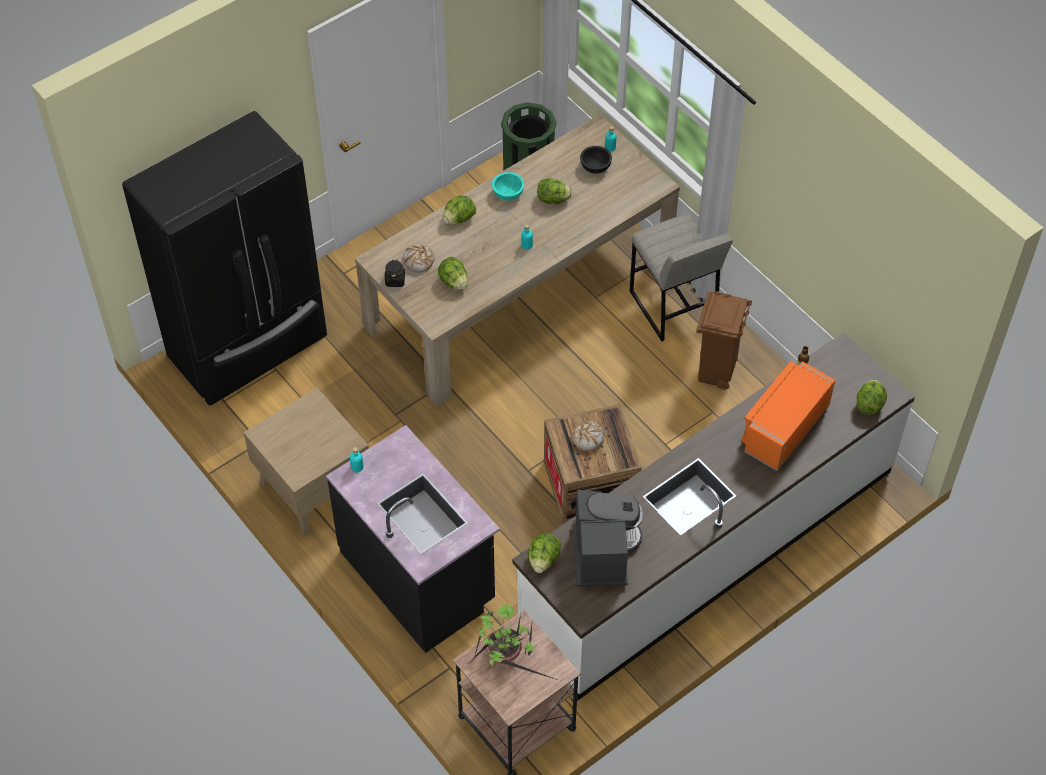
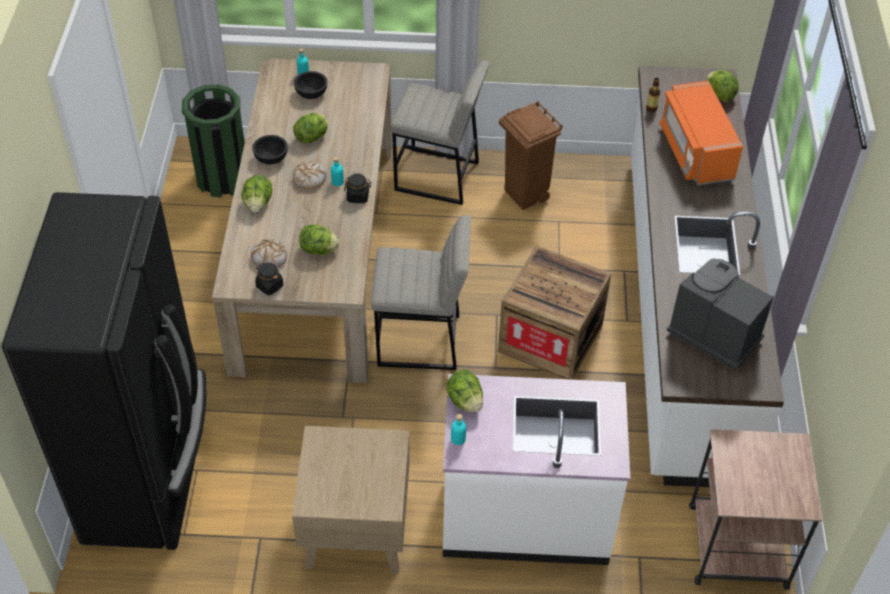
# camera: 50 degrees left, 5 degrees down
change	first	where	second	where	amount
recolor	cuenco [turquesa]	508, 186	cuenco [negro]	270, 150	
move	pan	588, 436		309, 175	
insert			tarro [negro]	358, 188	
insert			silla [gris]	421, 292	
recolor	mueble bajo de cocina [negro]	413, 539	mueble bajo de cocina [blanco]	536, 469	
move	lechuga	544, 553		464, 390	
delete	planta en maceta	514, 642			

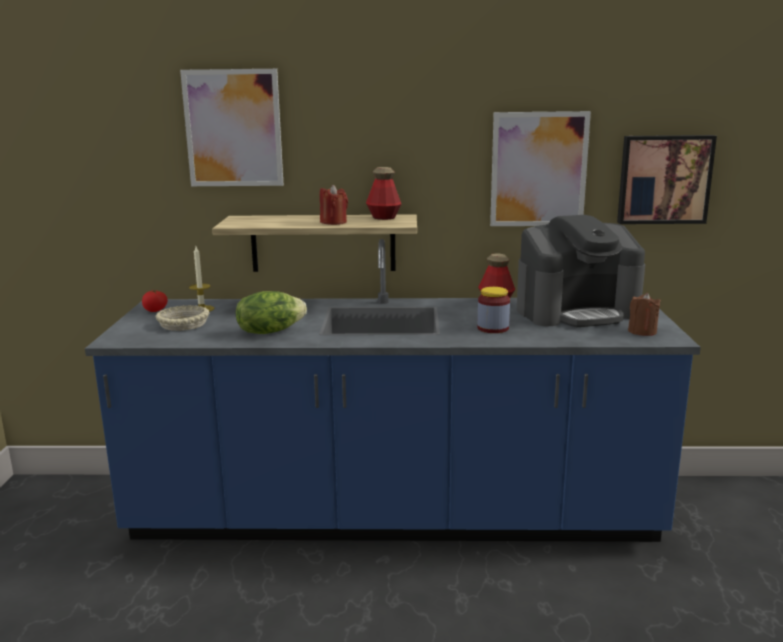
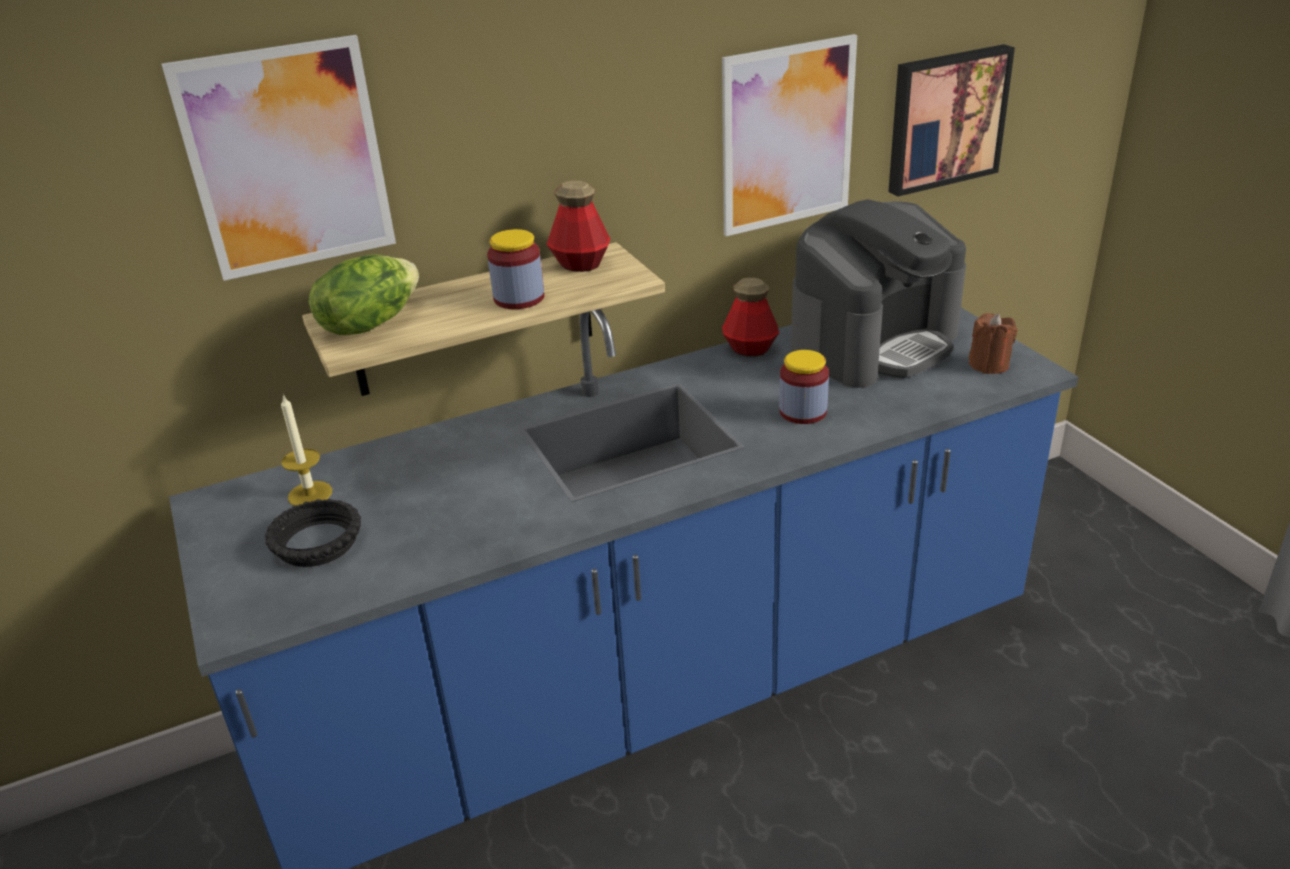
# camera: 25 degrees left, 15 degrees up
change	first	where	second	where	amount
recolor	cuenco [beis]	182, 318	cuenco [negro]	313, 533	
move	lechuga	271, 312		364, 294	
replace	vela [rojo]	334, 205	tarro	515, 269	
delete	tomate	155, 301			

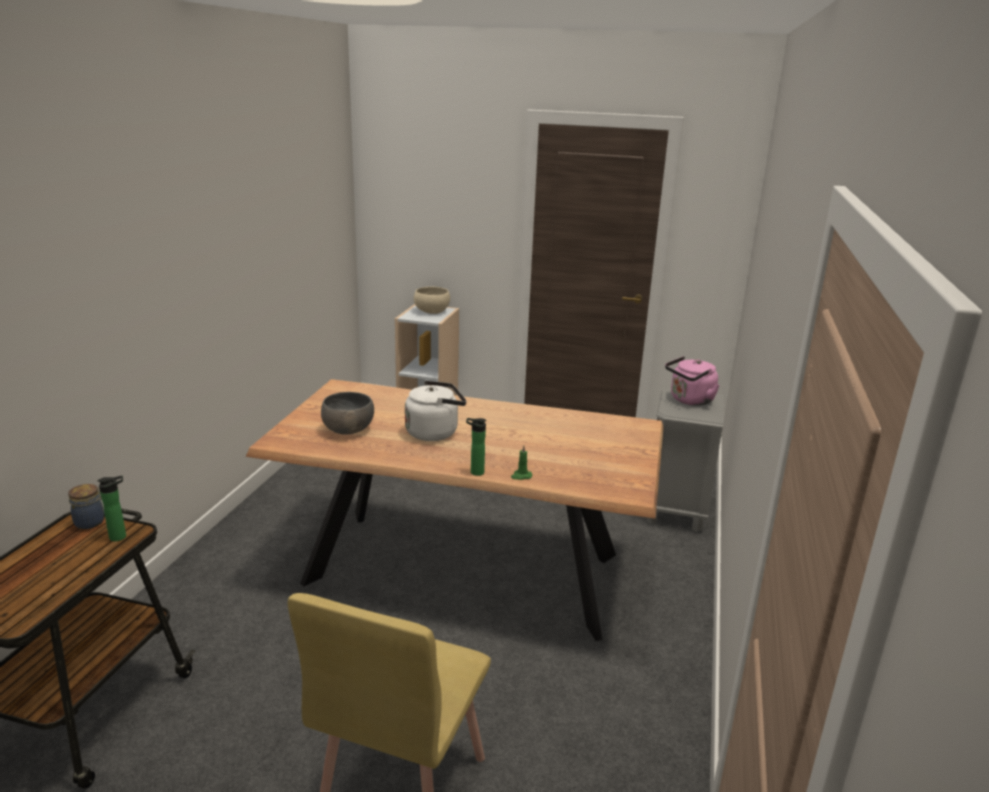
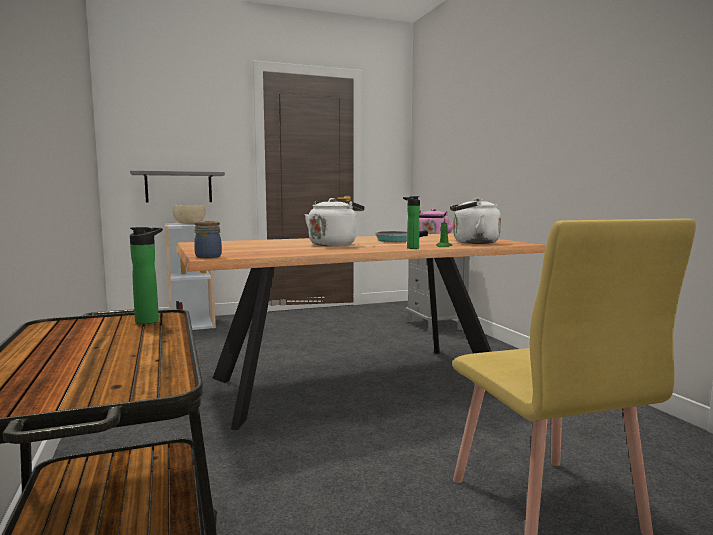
# camera: 35 degrees left, 15 degrees down
change	first	where	second	where	amount
insert			estante [gris]	177, 186	
move	tarro	86, 506		208, 239	
insert			sartén	401, 236	
insert			hervidor [blanco]	475, 221	
delete	cuenco [gris]	347, 413			

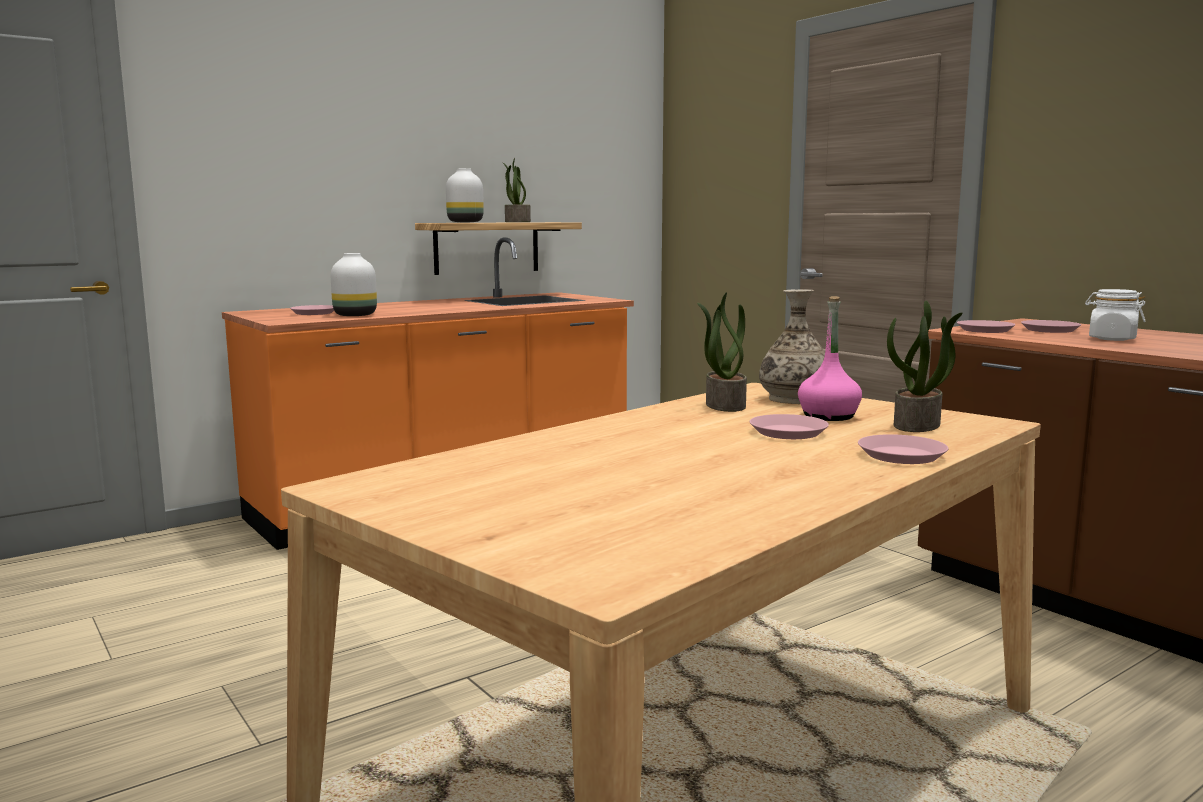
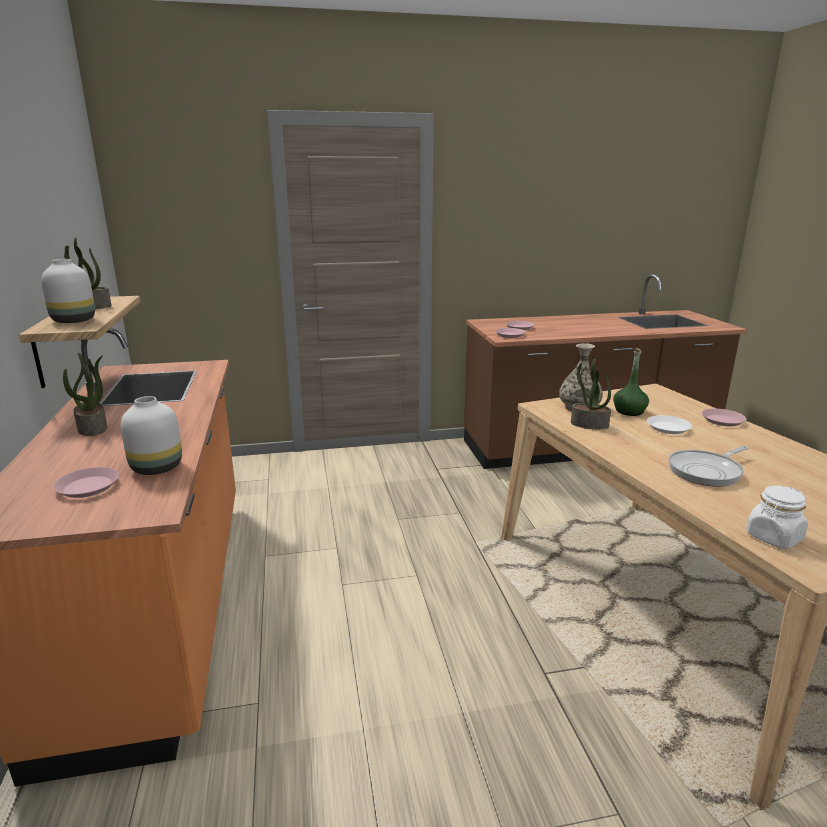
# camera: 65 degrees left, 10 degrees up
change	first	where	second	where	amount
move	planta en maceta	925, 366		85, 394	
recolor	botella [rosa]	830, 358	botella [verde]	631, 382	
recolor	plato [rosa]	789, 426	plato [blanco]	669, 424	
insert			sartén	709, 466	
move	tarro [blanco]	1115, 315		777, 517	

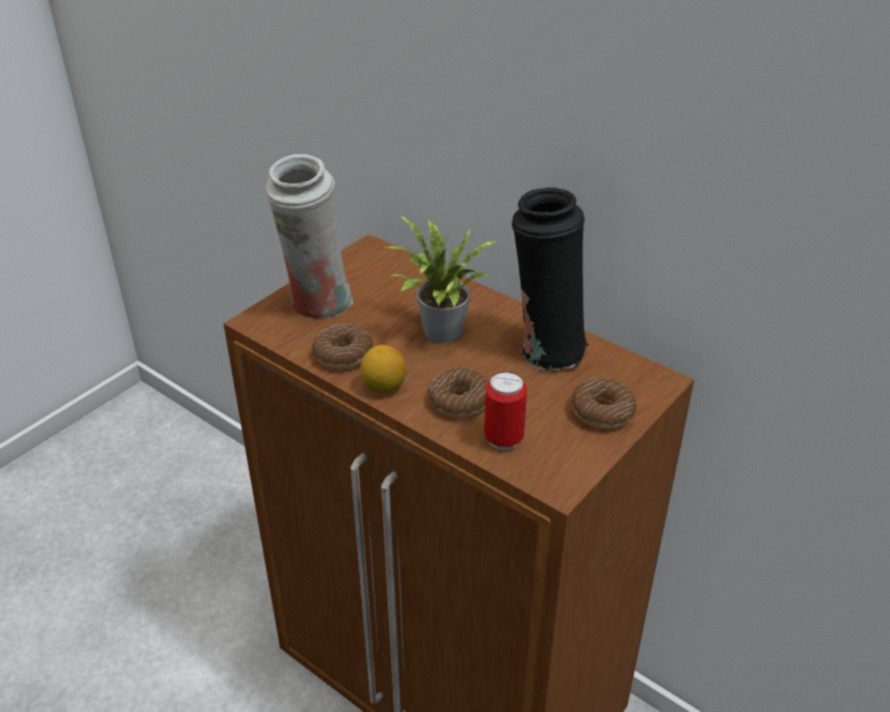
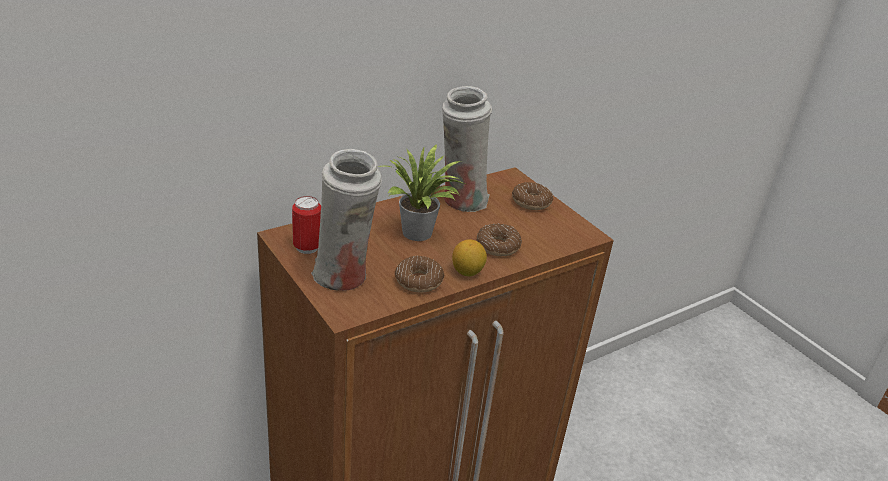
# camera: 75 degrees left, 5 degrees down
change	first	where	second	where	amount
move	lata	505, 410		306, 225	
recolor	florero [negro]	550, 280	florero [blanco]	467, 149	

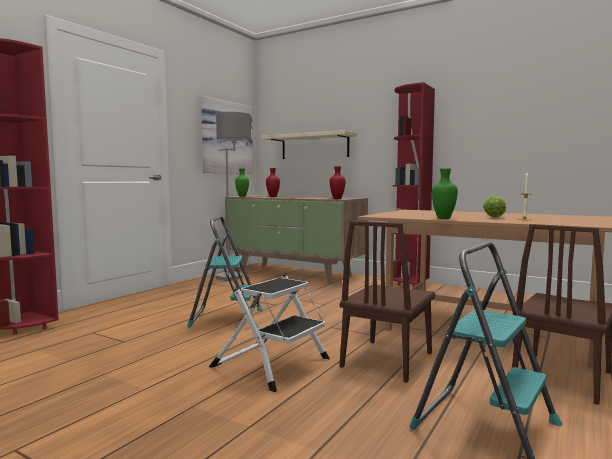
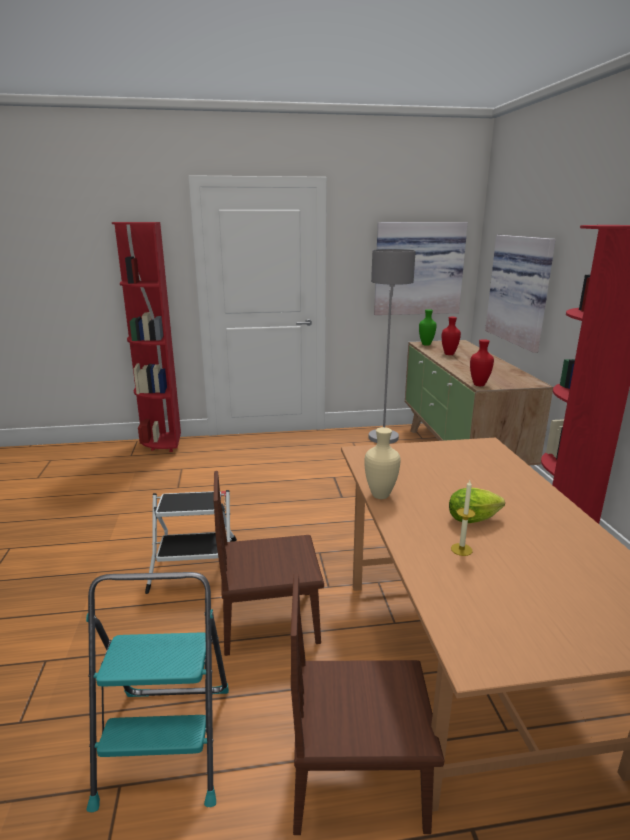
# camera: 50 degrees right, 15 degrees up
change	first	where	second	where	amount
recolor	florero [verde]	445, 193	florero [beis]	382, 463	
replace	estante [beis]	309, 144	cuadro	520, 294	
delete	escalera de tijera [turquesa]	225, 272			

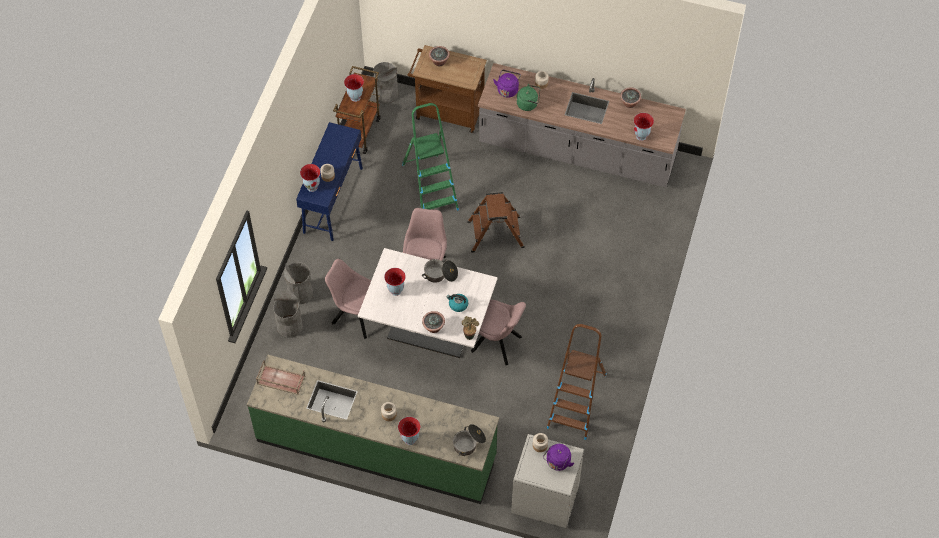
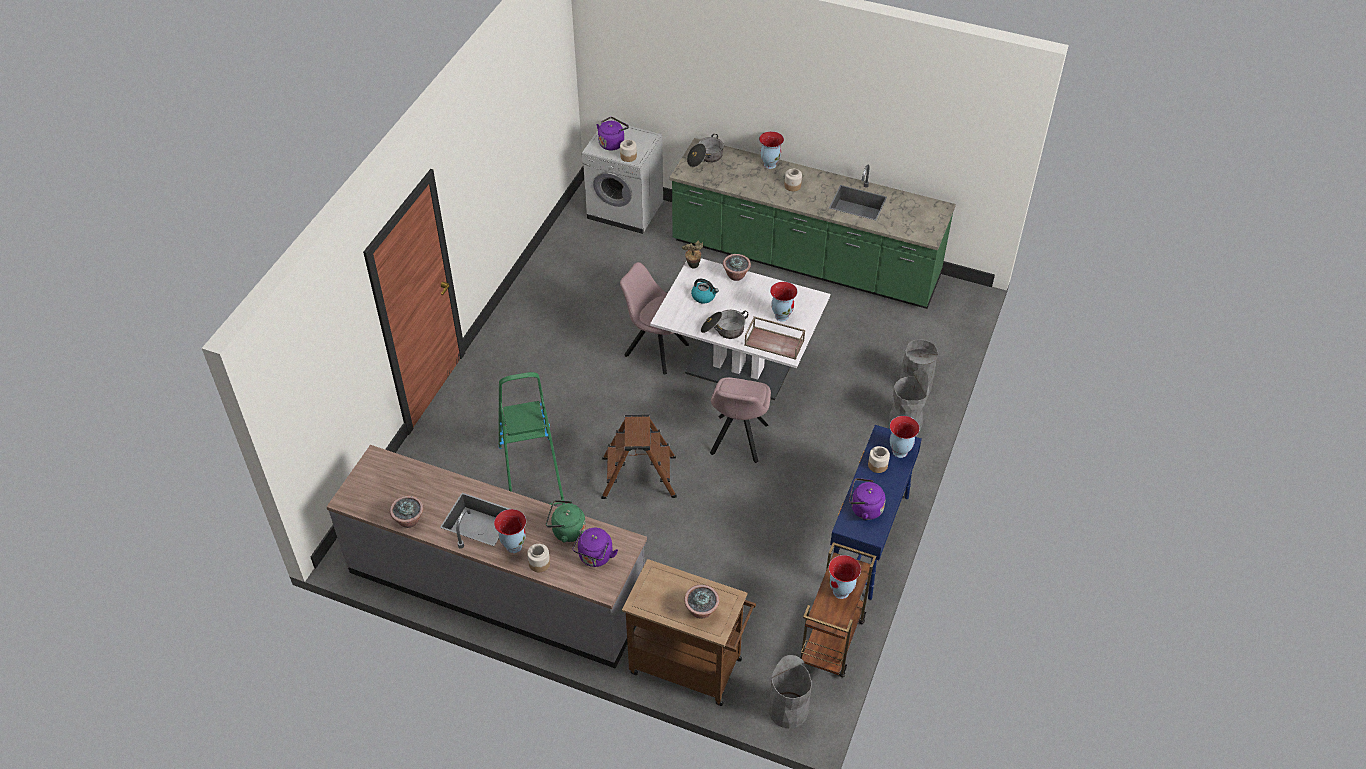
# camera: 175 degrees left, 10 degrees down
change	first	where	second	where	amount
move	florero	644, 127		510, 531	
move	escalera de tijera [verde]	430, 157		531, 438	
move	bandeja [marrón]	280, 377		774, 338	
insert			hervidor [morado]	867, 499	
delete	silla [rosa]	348, 299			
delete	escalera de tijera [marrón]	577, 382			

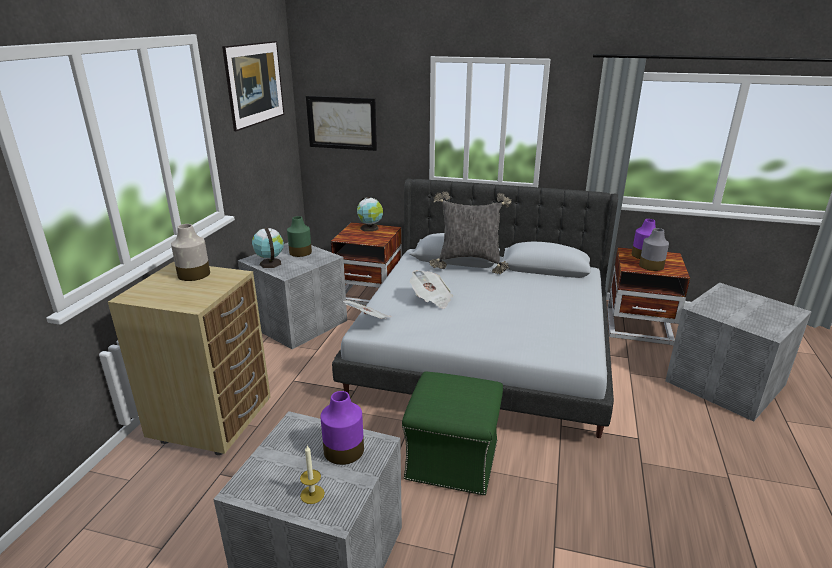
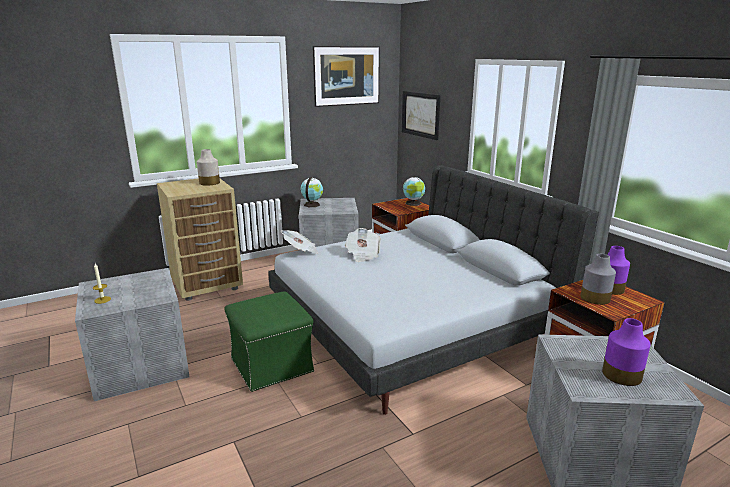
# camera: 45 degrees right, 5 degrees down
change	first	where	second	where	amount
move	florero [morado]	342, 428		626, 352	
delete	florero [verde]	299, 236			
delete	cojín	470, 232			

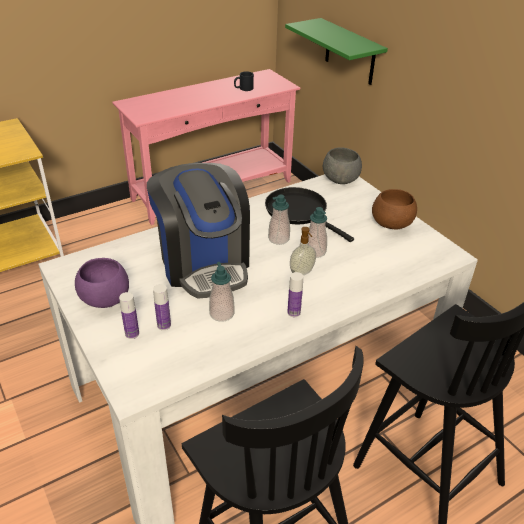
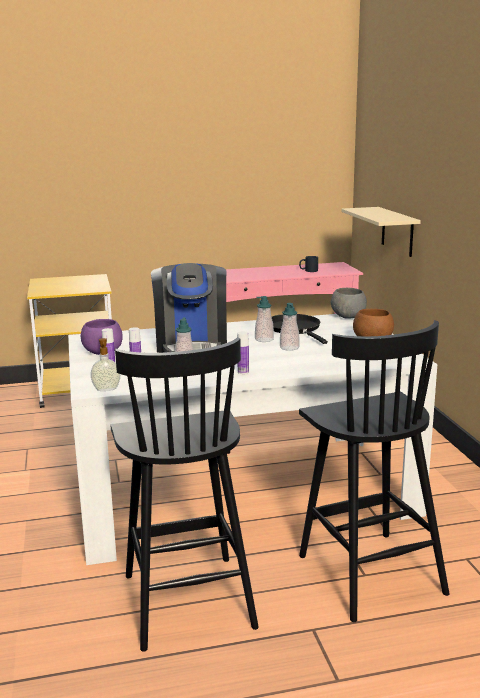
# camera: 20 degrees right, 20 degrees down
change	first	where	second	where	amount
move	dispensador de jabón	303, 251		105, 364	
recolor	estante [verde]	336, 51	estante [beis]	381, 232	

